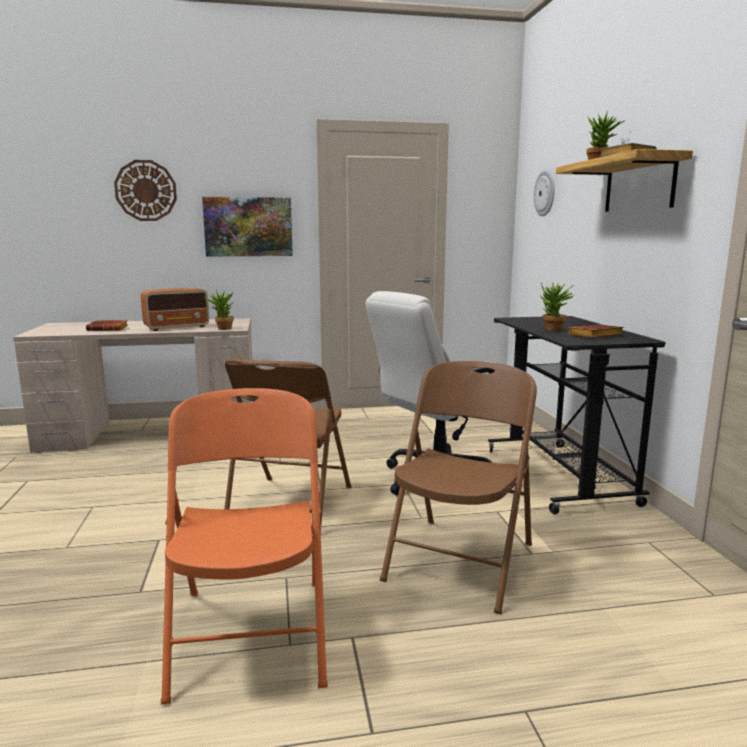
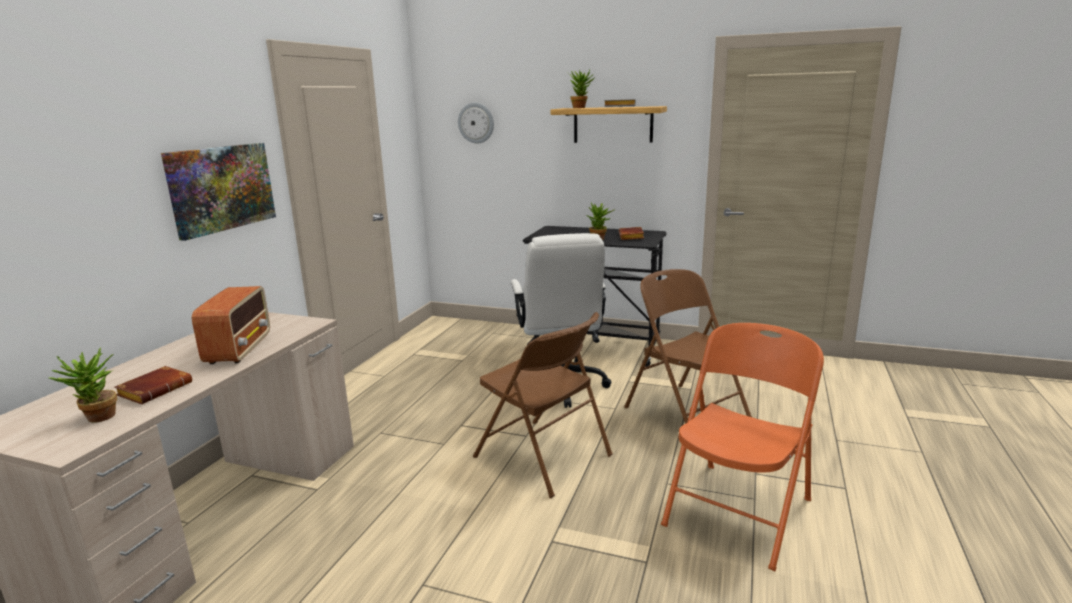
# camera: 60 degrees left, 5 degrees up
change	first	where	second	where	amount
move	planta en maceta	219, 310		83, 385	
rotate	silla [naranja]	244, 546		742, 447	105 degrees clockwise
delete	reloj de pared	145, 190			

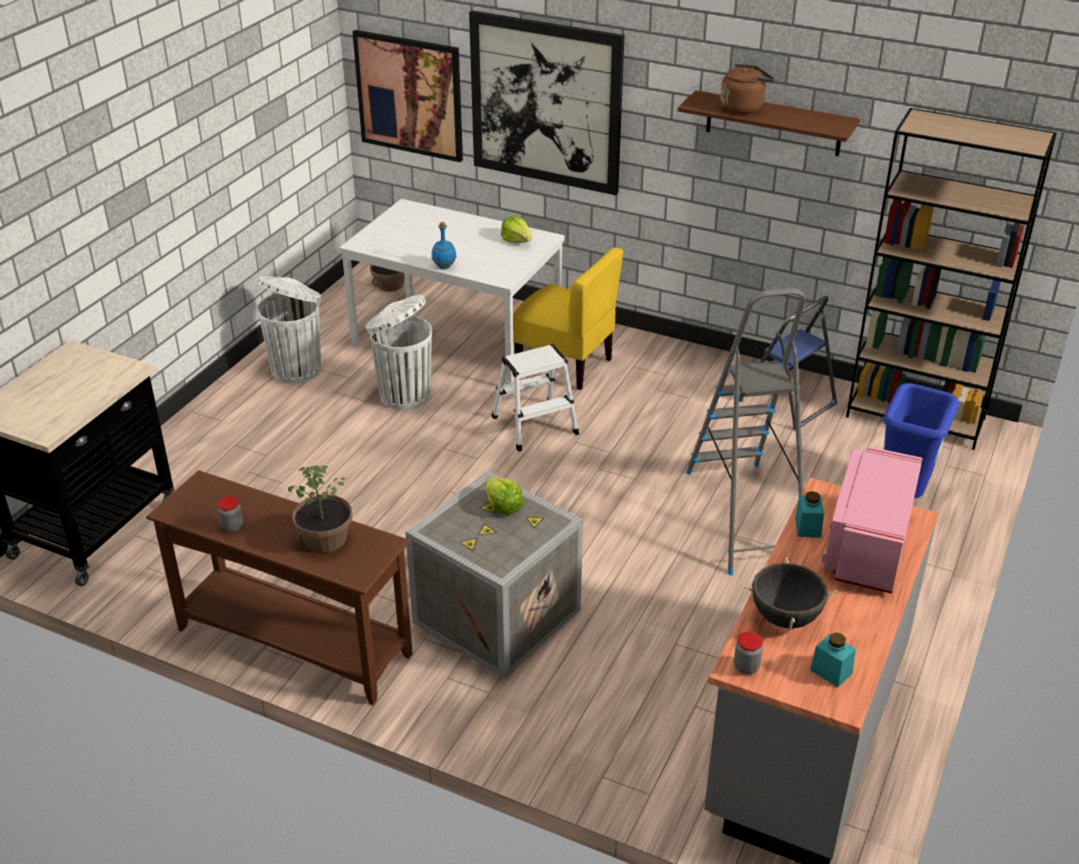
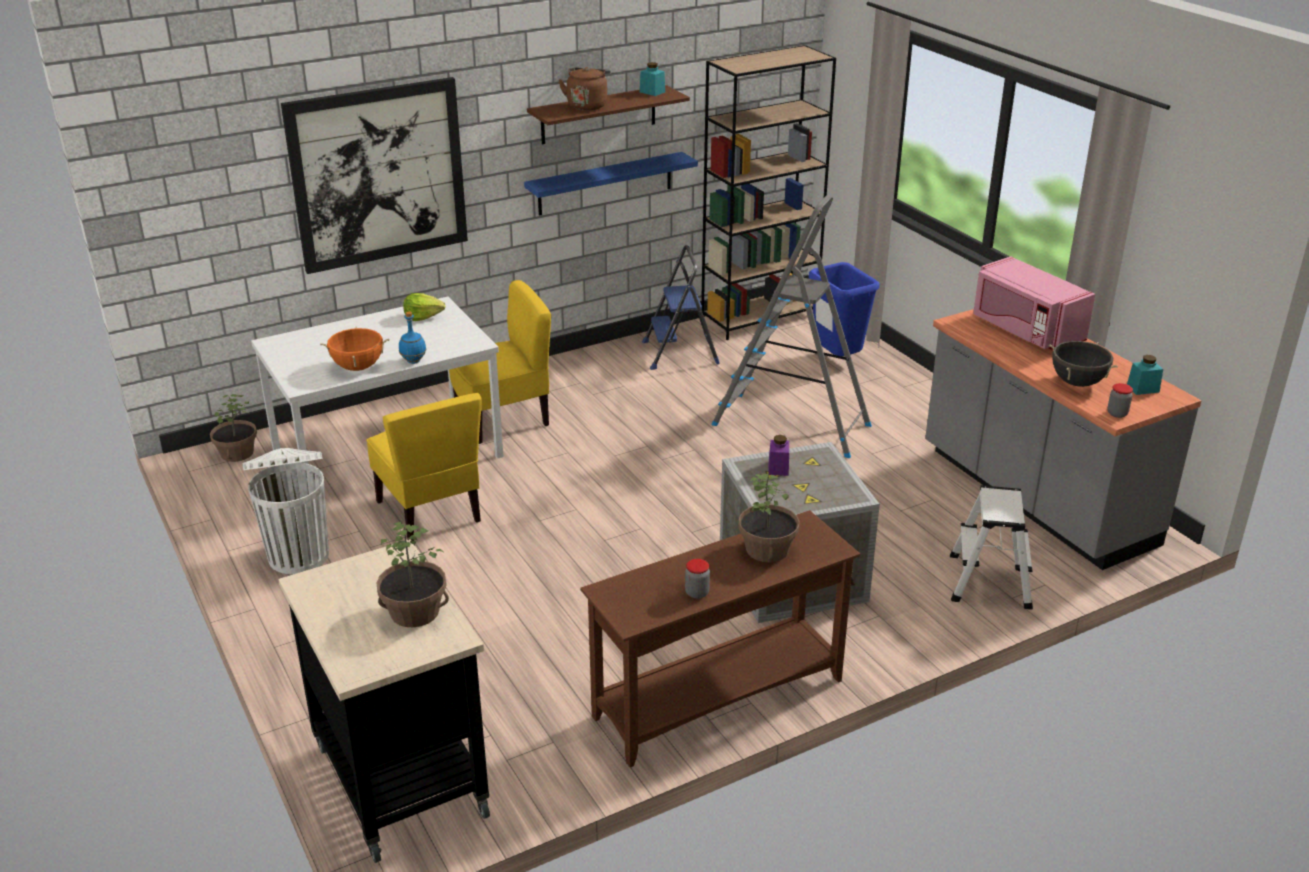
# camera: 55 degrees left, 5 degrees down
change	first	where	second	where	amount
insert			olla [naranja]	354, 348	
replace	papelera [blanco]	398, 352	silla [amarillo]	424, 467	
insert			planta en maceta	413, 574	
insert			estante [azul]	611, 184	
move	tarro [turquesa]	809, 514		652, 79	
replace	lechuga	505, 496	tarro [morado]	778, 455	
move	escalera de tijera [blanco]	535, 398		991, 547	
delete	cuadro	408, 96			

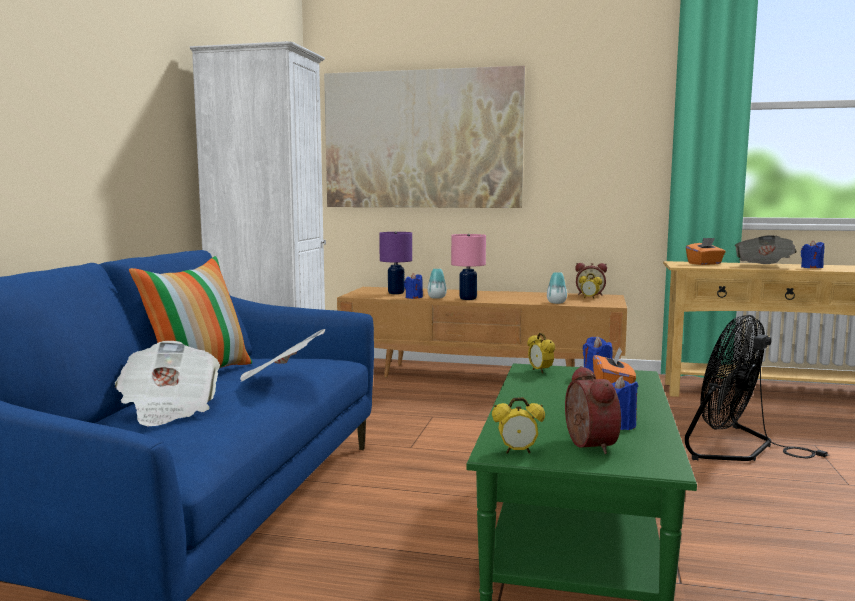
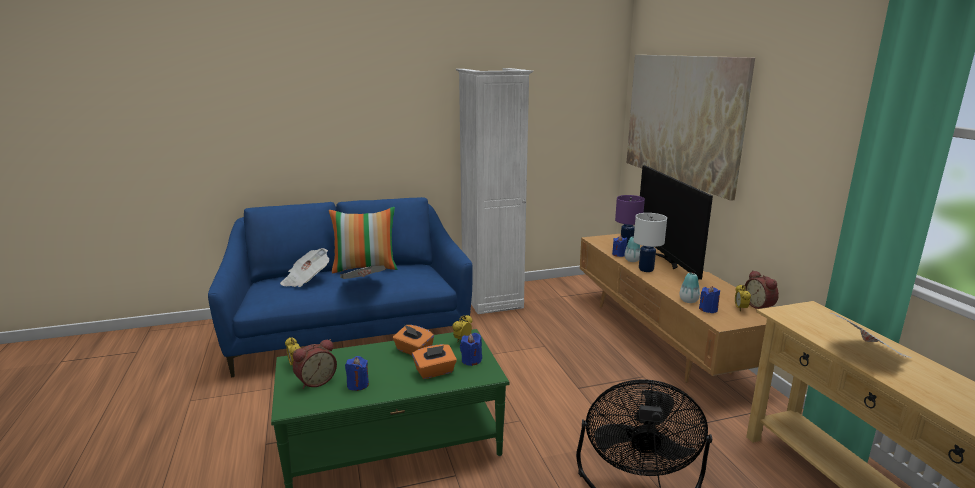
# camera: 60 degrees right, 10 degrees up
change	first	where	second	where	amount
move	caja de pañuelos [naranja]	706, 251		413, 339	
recolor	lámpara de mesa [rosa]	468, 267	lámpara de mesa [blanco]	650, 242	
insert			televisor	676, 222	
move	vela [azul]	812, 254		709, 299	

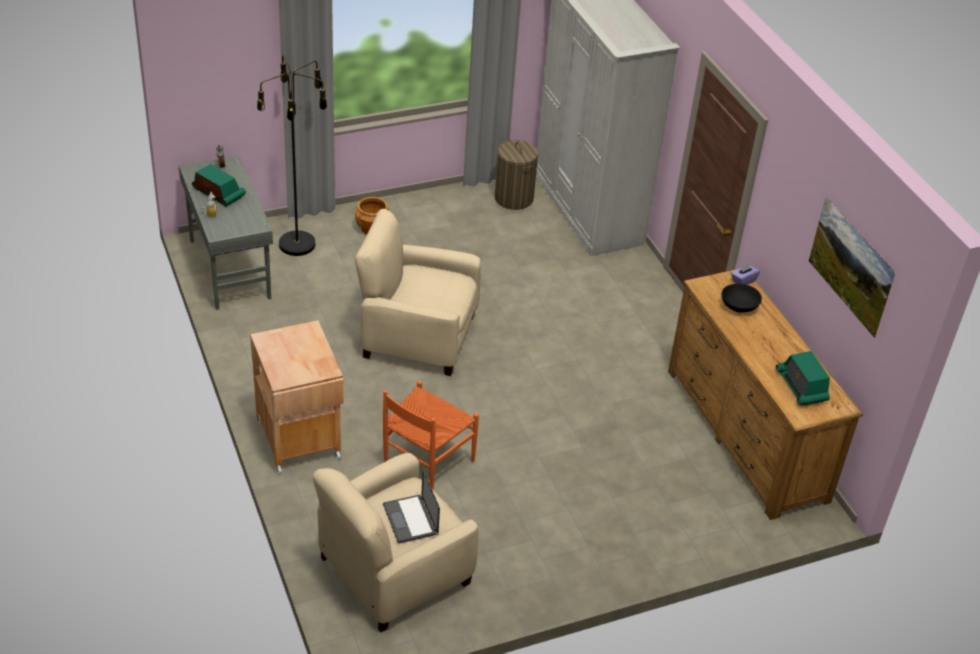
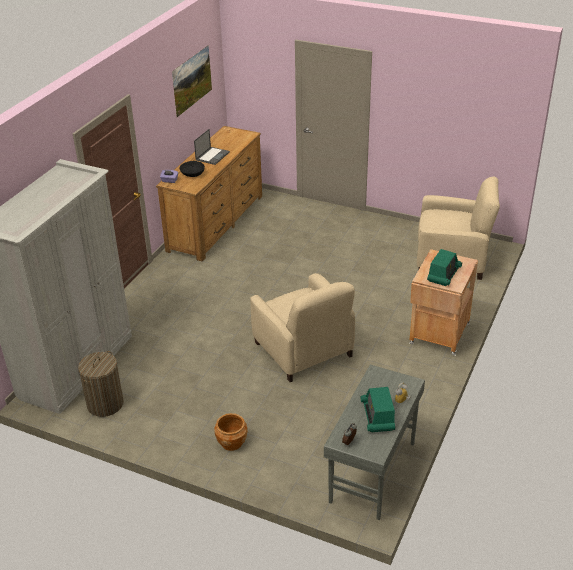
# camera: 130 degrees left, 5 degrees down
change	first	where	second	where	amount
move	portátil	411, 506		212, 147	
move	radio	803, 378		444, 267	
delete	lámpara de pie	292, 155			
delete	silla [naranja]	431, 435			

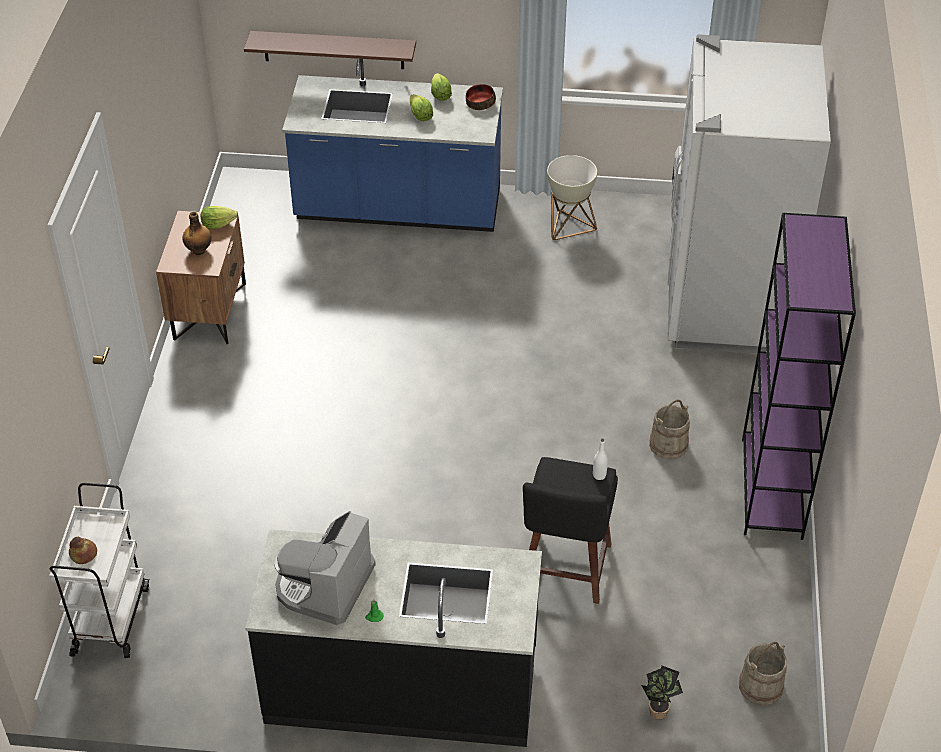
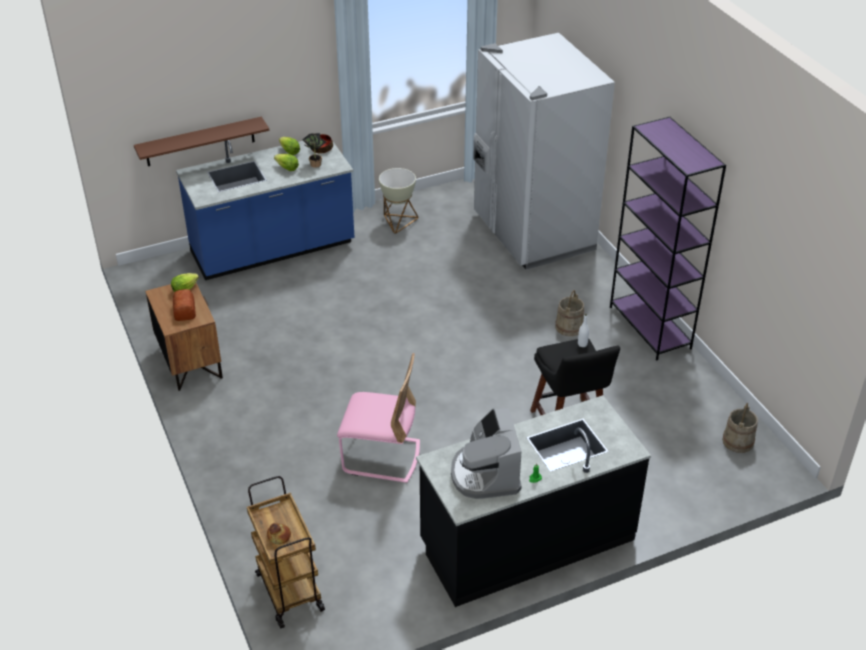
# camera: 30 degrees left, 5 degrees down
change	first	where	second	where	amount
replace	botella	197, 233	pan	184, 305	
recolor	carrito [blanco]	99, 570	carrito [marrón]	286, 552	
move	planta en maceta	662, 693		314, 150	
insert			silla [rosa]	378, 418	

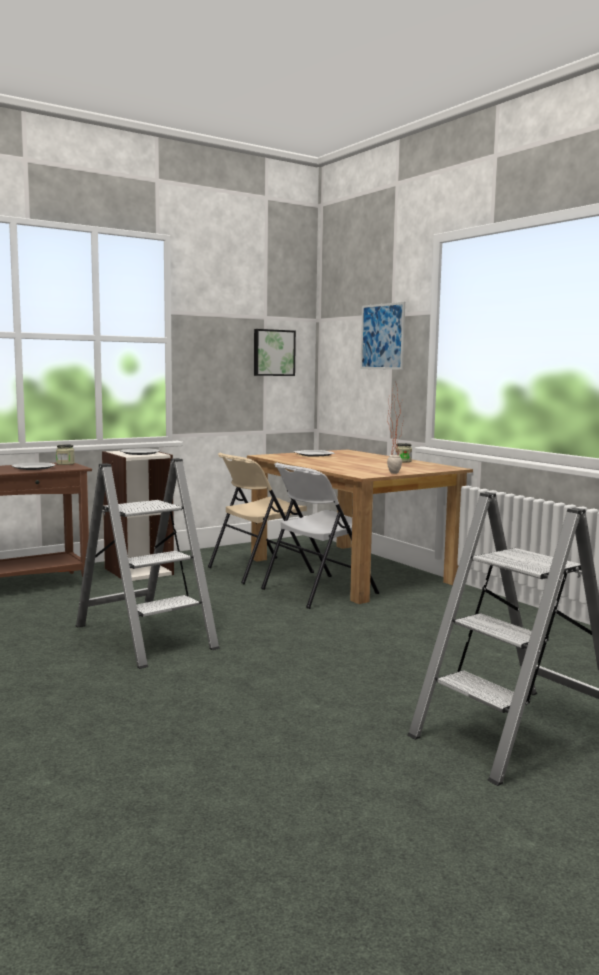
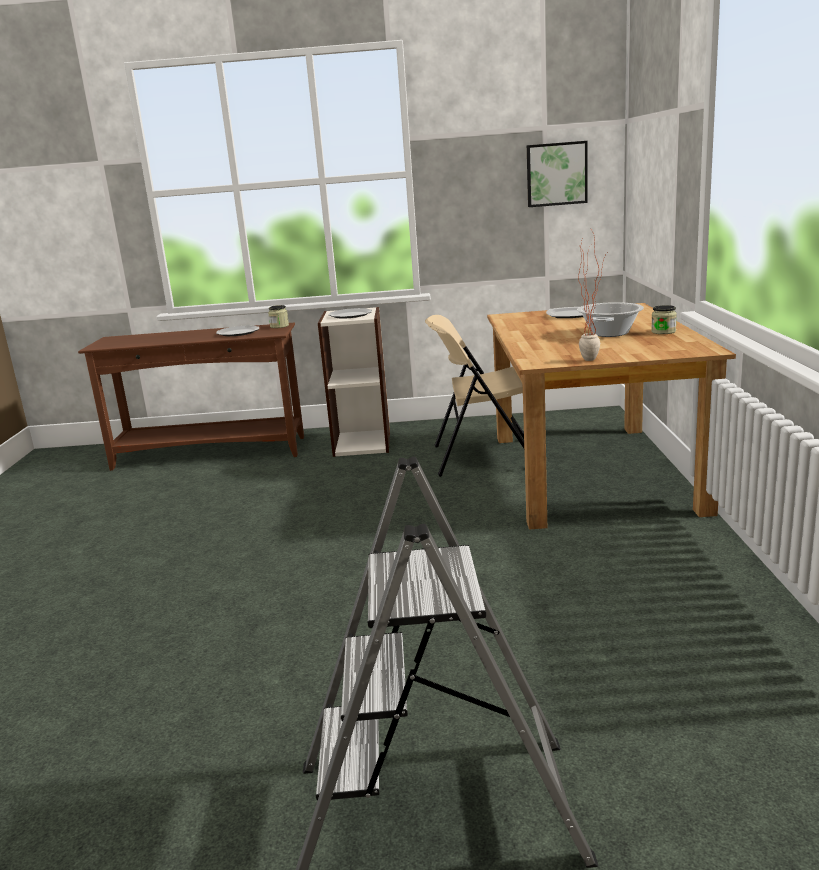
# camera: 35 degrees right, 10 degrees up
change	first	where	second	where	amount
insert			olla	610, 319	
delete	escalera de tijera [gris]	148, 563			
delete	silla [blanco]	320, 536			
delete	cuadro	382, 336			

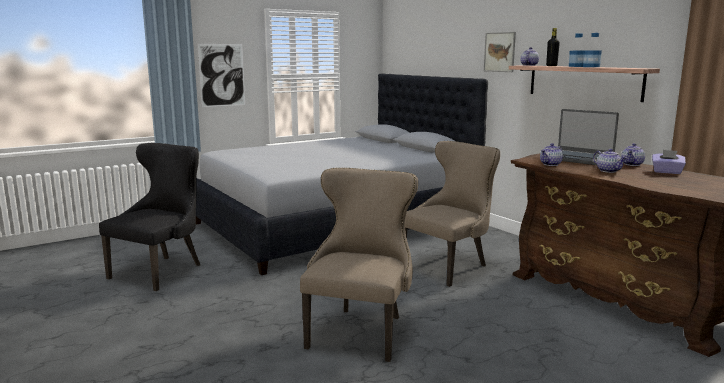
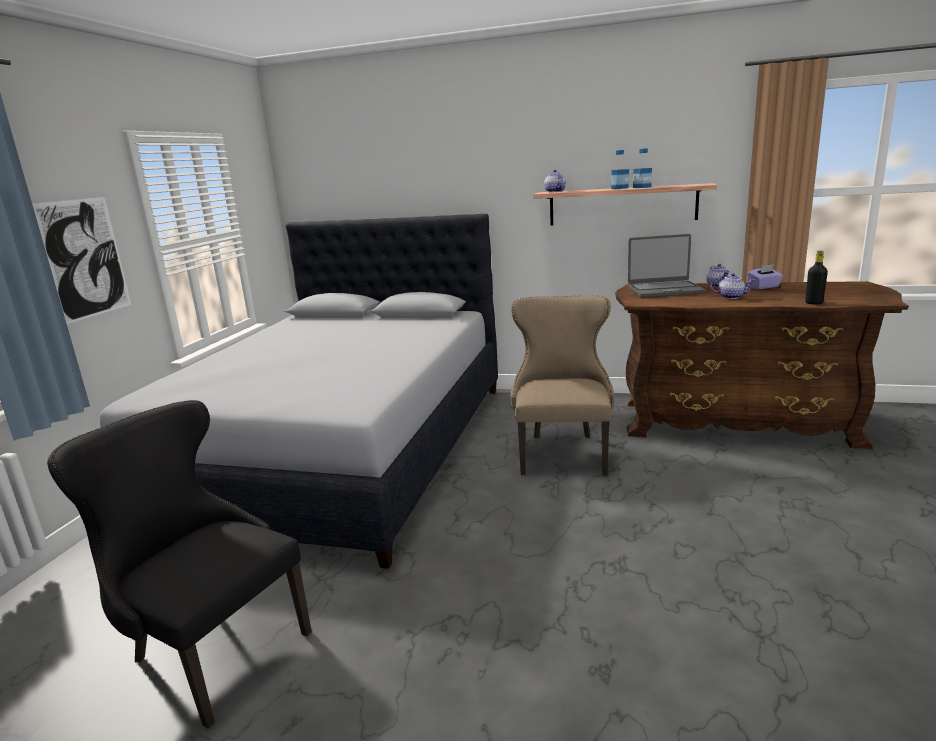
# camera: 40 degrees left, 5 degrees up
change	first	where	second	where	amount
rotate	silla [negro]	149, 217		179, 564	45 degrees counterclockwise
move	botella [negro]	553, 47		816, 278	
delete	silla [beis]	359, 265			
delete	cuadro	500, 52			
delete	tetera	551, 154			

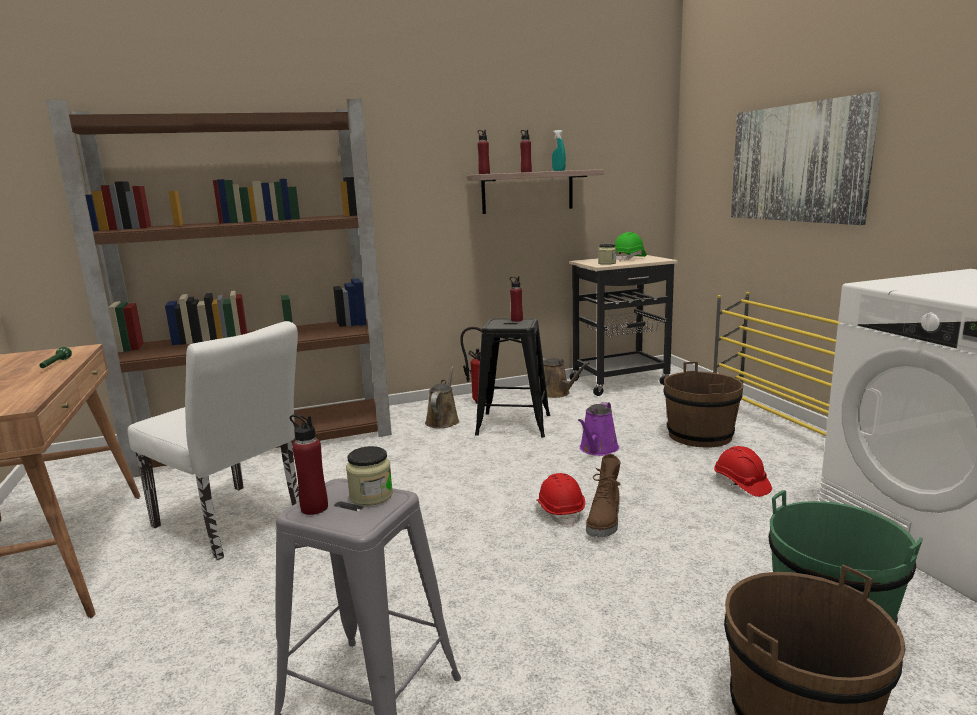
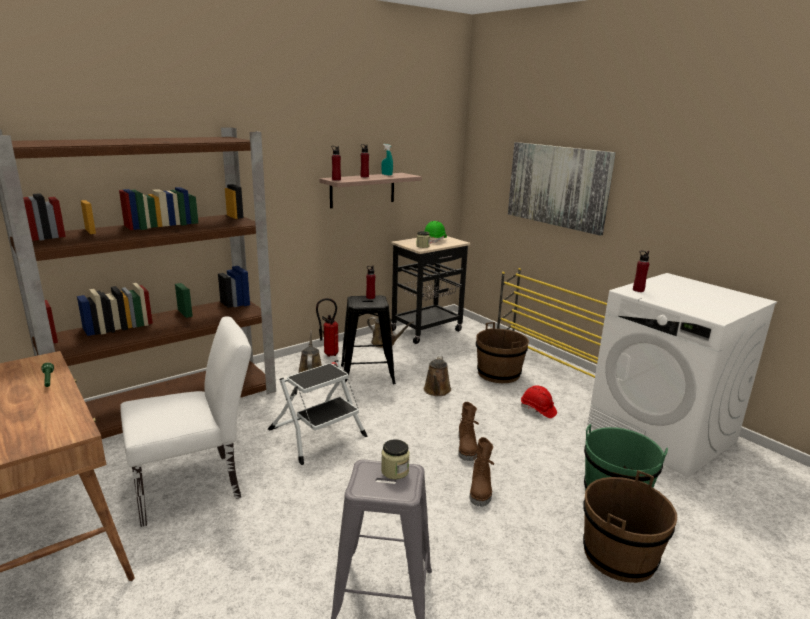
# camera: 20 degrees left, 5 degrees up
change	first	where	second	where	amount
rotate	silla [blanco]	213, 440		185, 421	45 degrees counterclockwise
insert			escalera de tijera	317, 412	
recolor	regadera [morado]	598, 429	regadera [marrón]	437, 376	
insert			bota [marrón]	481, 471	
move	botella [rojo]	309, 464		641, 271	
delete	casco [rojo]	561, 500			

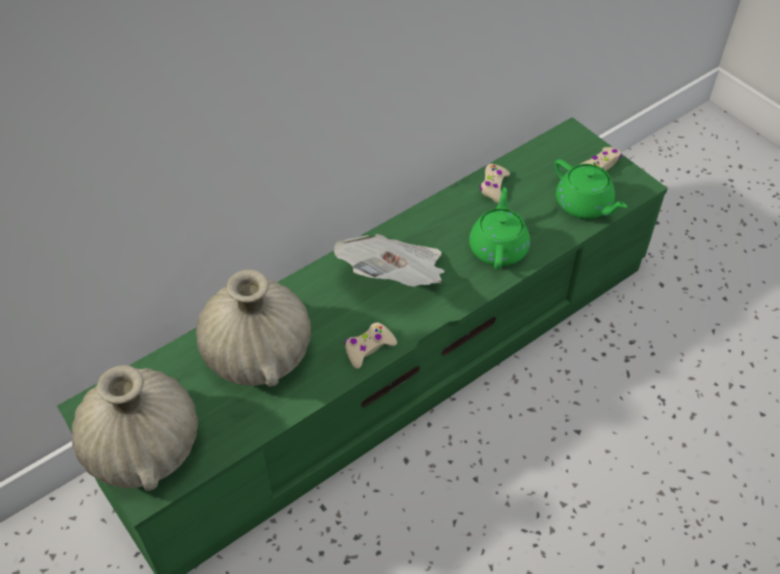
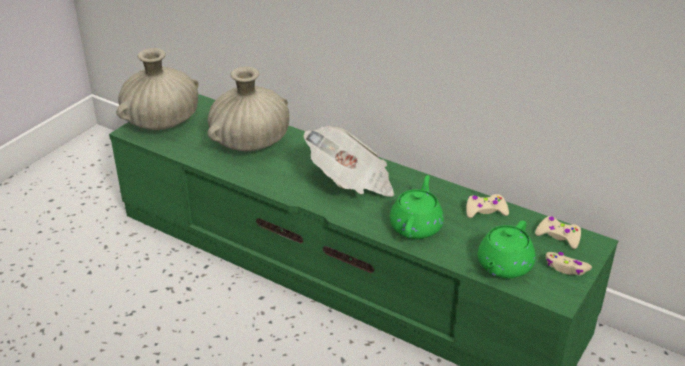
# camera: 70 degrees right, 15 degrees down
change	first	where	second	where	amount
rotate	tetera [verde]	499, 228		417, 207	60 degrees counterclockwise
move	mando de consola [beis]	371, 345		558, 232	

